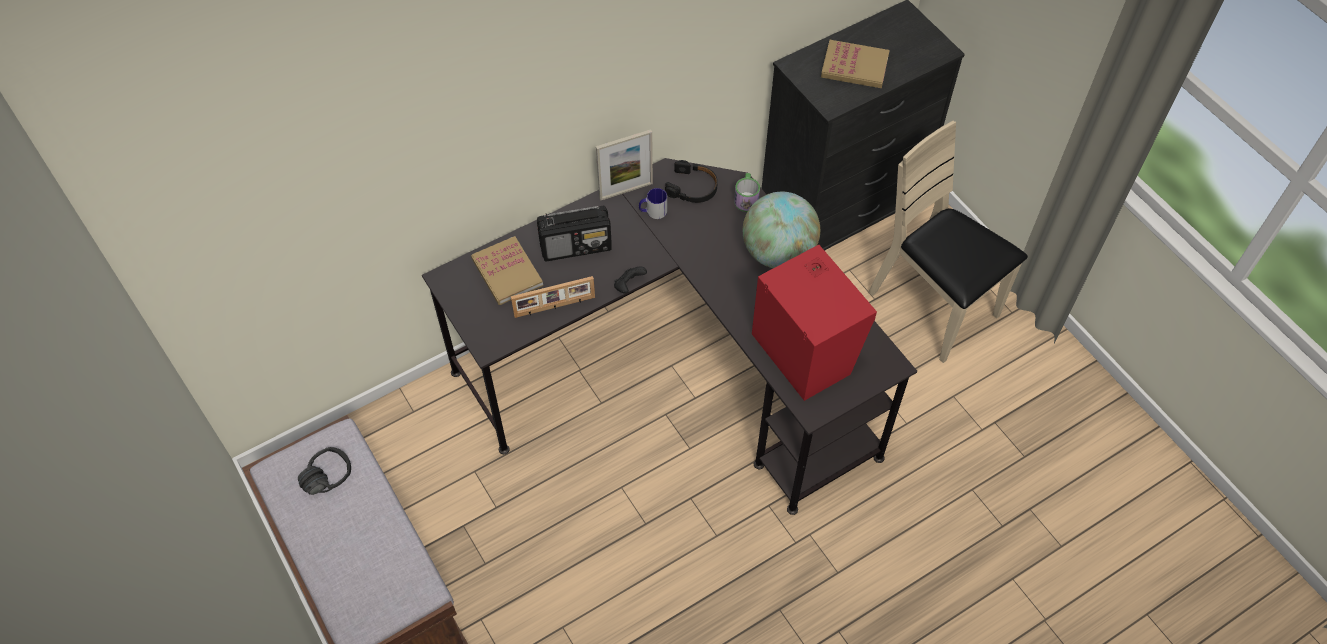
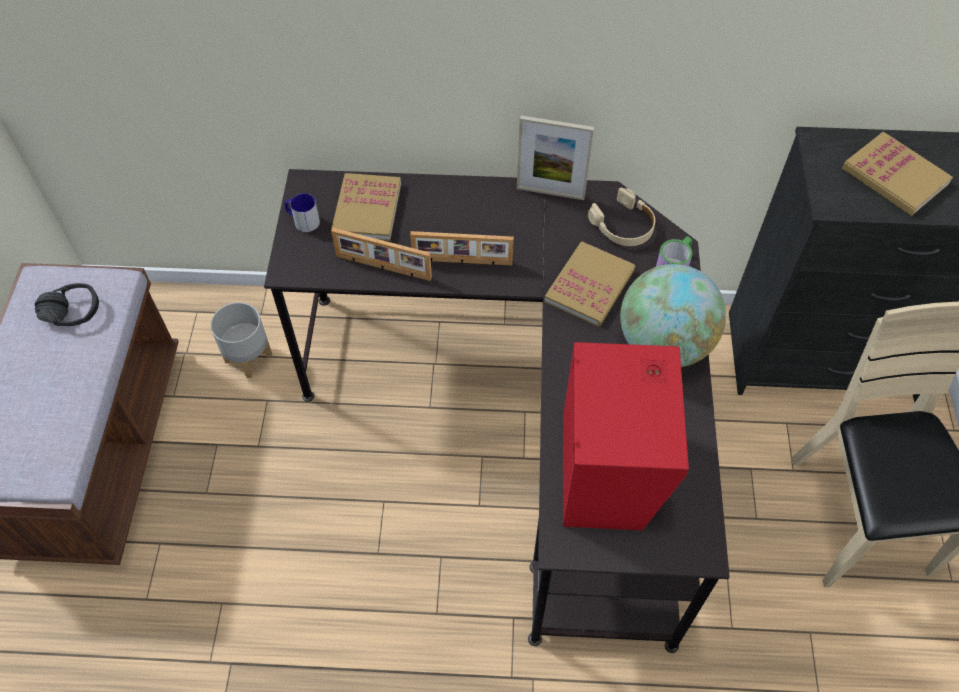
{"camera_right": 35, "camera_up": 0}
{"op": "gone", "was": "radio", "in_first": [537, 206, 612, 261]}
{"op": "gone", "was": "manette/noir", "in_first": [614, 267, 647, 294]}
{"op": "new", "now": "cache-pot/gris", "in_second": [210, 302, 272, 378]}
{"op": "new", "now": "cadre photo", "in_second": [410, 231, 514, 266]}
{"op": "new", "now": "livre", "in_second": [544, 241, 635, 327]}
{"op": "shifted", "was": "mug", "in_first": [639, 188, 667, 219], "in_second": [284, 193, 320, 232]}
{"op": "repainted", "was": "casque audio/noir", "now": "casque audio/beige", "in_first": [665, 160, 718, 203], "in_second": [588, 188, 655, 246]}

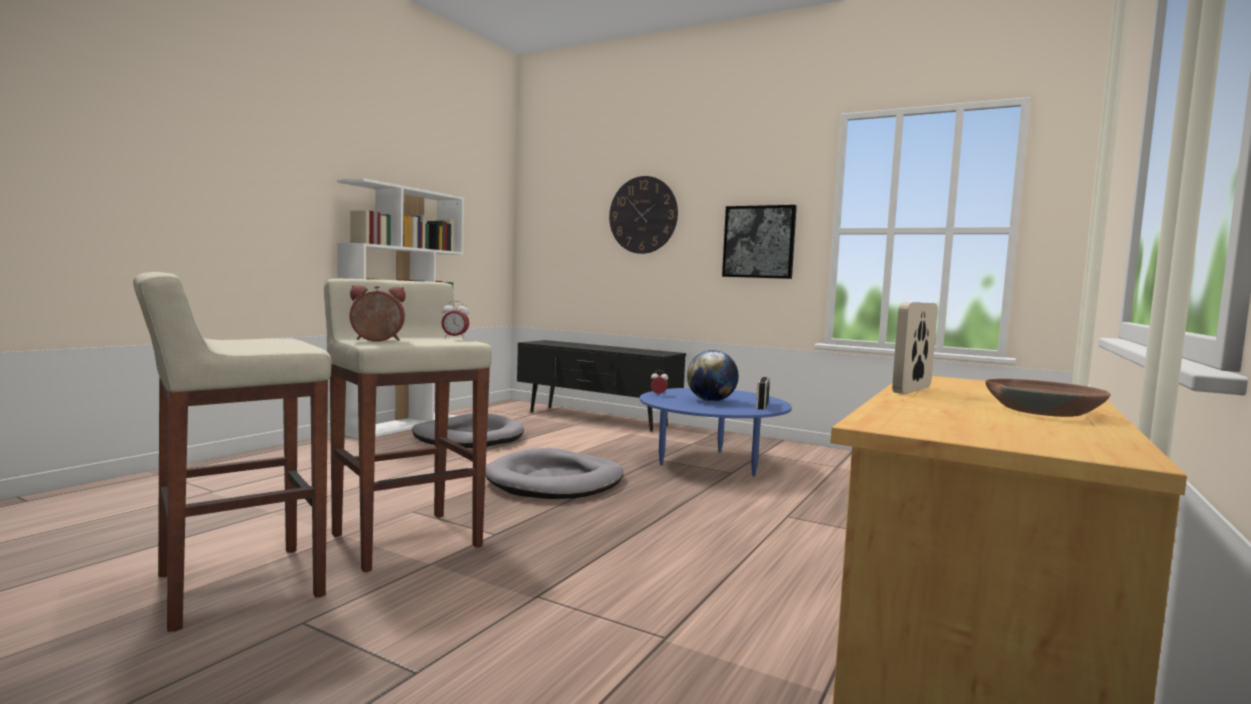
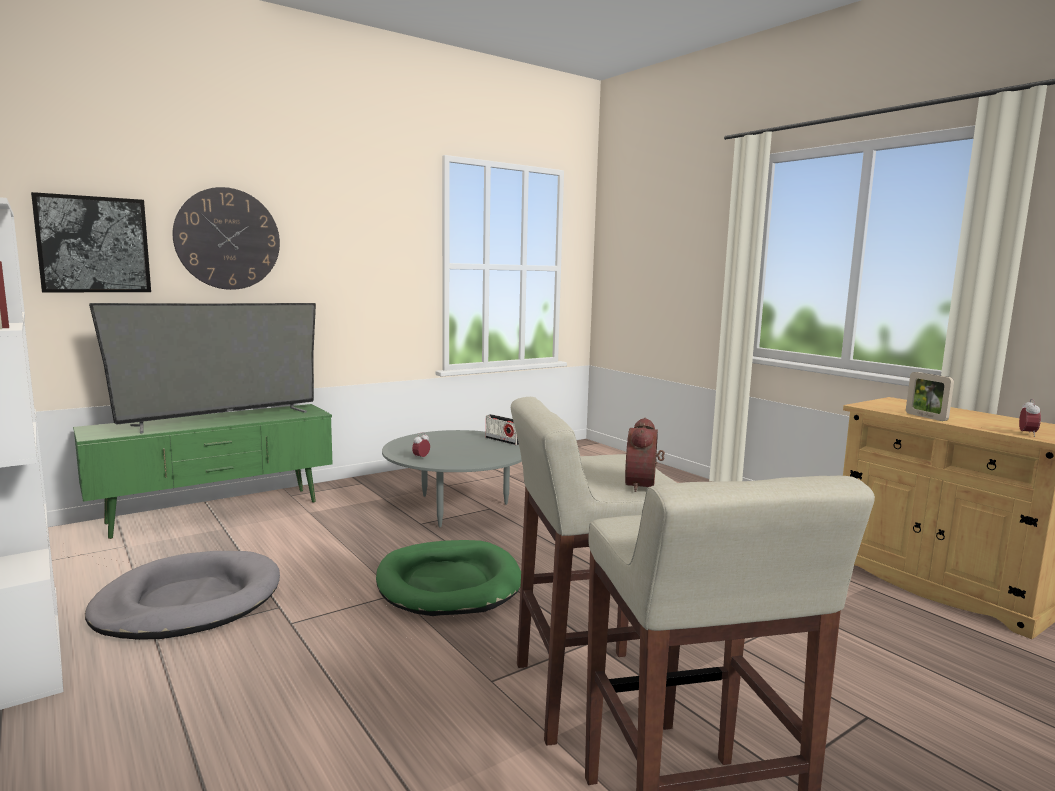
{"camera_right": -65, "camera_up": 5}
{"op": "gone", "was": "globe", "in_first": [687, 350, 739, 402]}
{"op": "gone", "was": "bol/marron", "in_first": [985, 379, 1111, 417]}
{"op": "new", "now": "téléviseur", "in_second": [89, 303, 316, 434]}
{"op": "shifted", "was": "réveil", "in_first": [441, 301, 469, 339], "in_second": [1019, 399, 1041, 437]}
{"op": "shifted", "was": "tableau", "in_first": [722, 205, 797, 279], "in_second": [31, 192, 151, 292]}
{"op": "repainted", "was": "panier pour chien/gris", "now": "panier pour chien/vert", "in_first": [485, 448, 623, 499], "in_second": [376, 540, 521, 616]}
{"op": "repainted", "was": "meuble télé/noir", "now": "meuble télé/vert", "in_first": [517, 340, 686, 431], "in_second": [73, 404, 333, 539]}
{"op": "repainted", "was": "table basse/bleu", "now": "table basse/gris", "in_first": [640, 388, 792, 476], "in_second": [382, 430, 522, 527]}

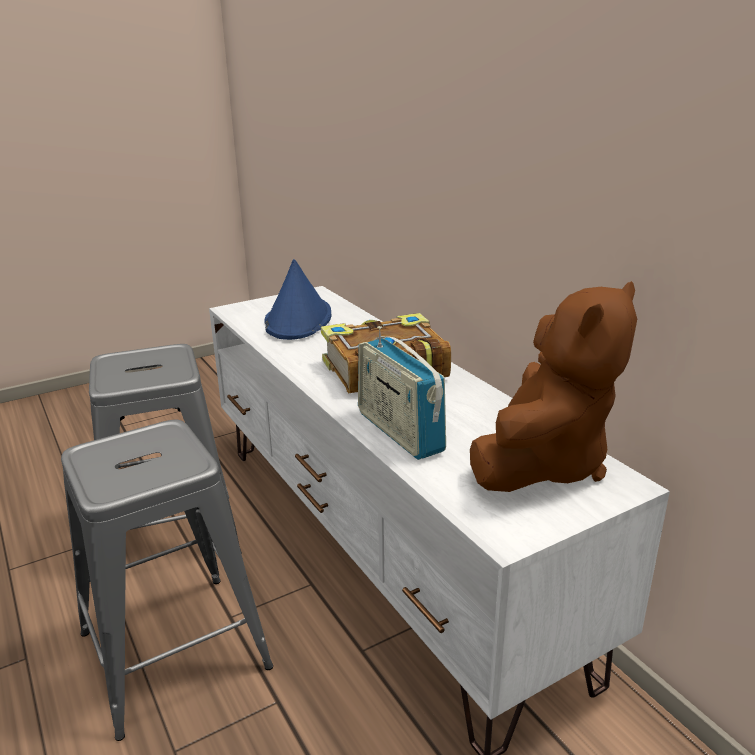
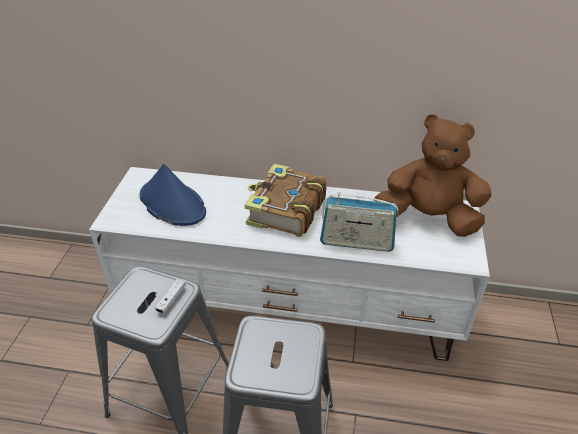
{"camera_right": -50, "camera_up": 15}
{"op": "new", "now": "manette/blanc", "in_second": [155, 279, 186, 313]}
{"op": "rotated", "was": "peluche/marron", "in_first": [470, 281, 637, 492], "in_second": [374, 114, 492, 237], "clockwise": -60}

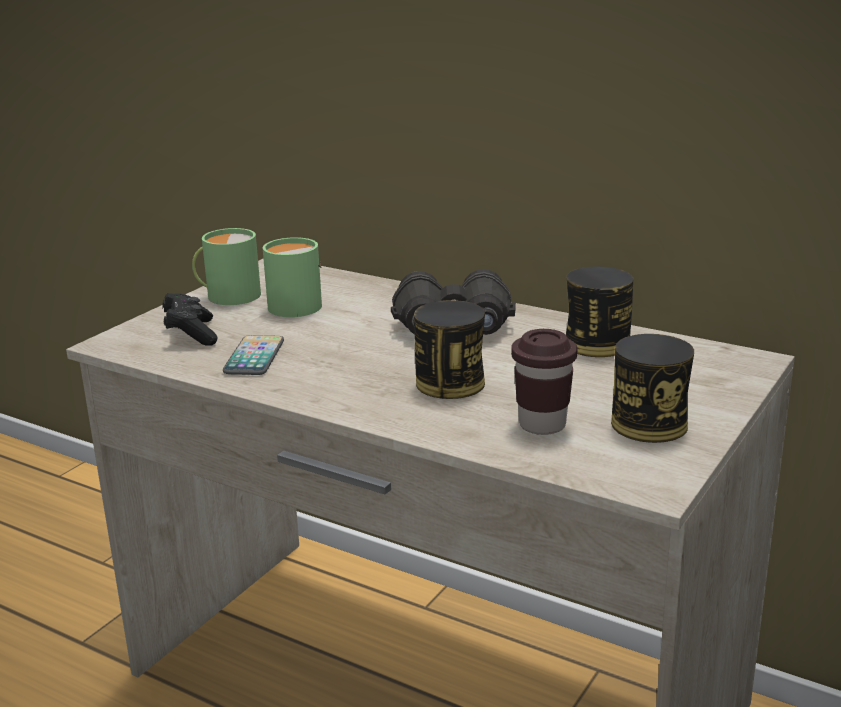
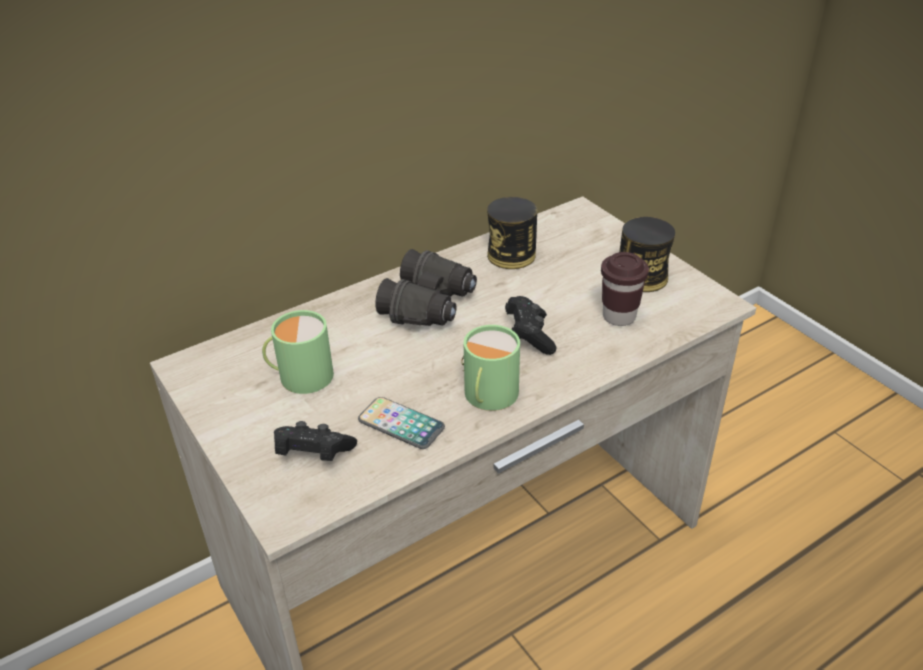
{"camera_right": -65, "camera_up": 15}
{"op": "shifted", "was": "mug/vert", "in_first": [192, 228, 261, 305], "in_second": [461, 325, 520, 411]}
{"op": "swapped", "was": "boîte métallique", "now": "manette/noir", "in_first": [414, 300, 485, 399], "in_second": [505, 296, 556, 355]}

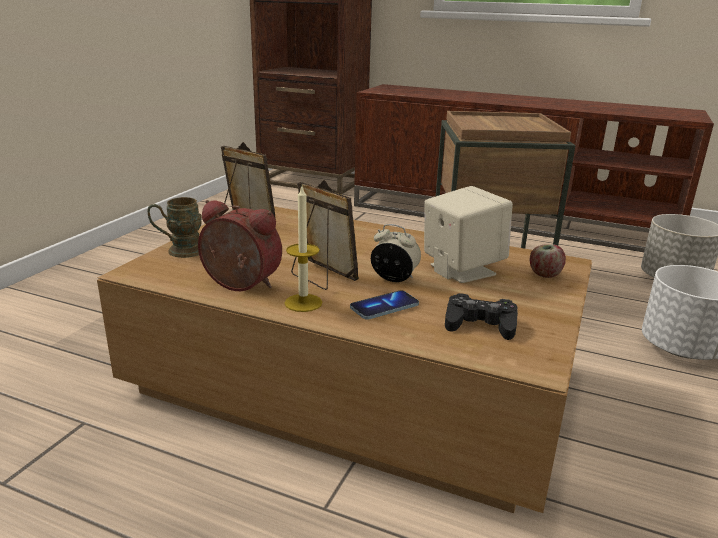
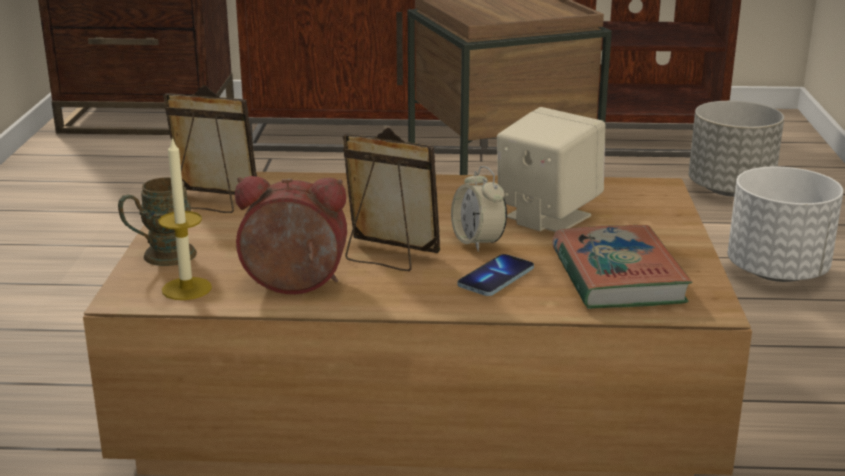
{"camera_right": -20, "camera_up": 0}
{"op": "gone", "was": "pomme", "in_first": [530, 244, 566, 278]}
{"op": "shifted", "was": "bougie", "in_first": [285, 187, 322, 312], "in_second": [158, 137, 212, 300]}
{"op": "swapped", "was": "manette/noir", "now": "livre", "in_first": [445, 293, 518, 340], "in_second": [552, 225, 692, 309]}
{"op": "rotated", "was": "réveil", "in_first": [371, 224, 421, 282], "in_second": [451, 166, 507, 252], "clockwise": -120}

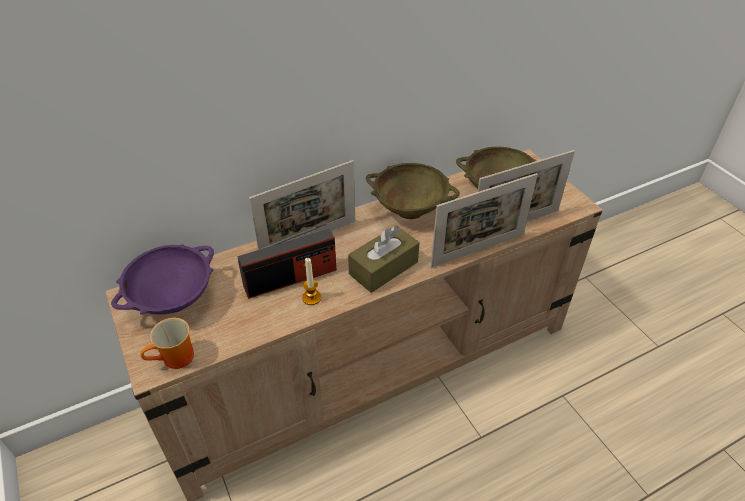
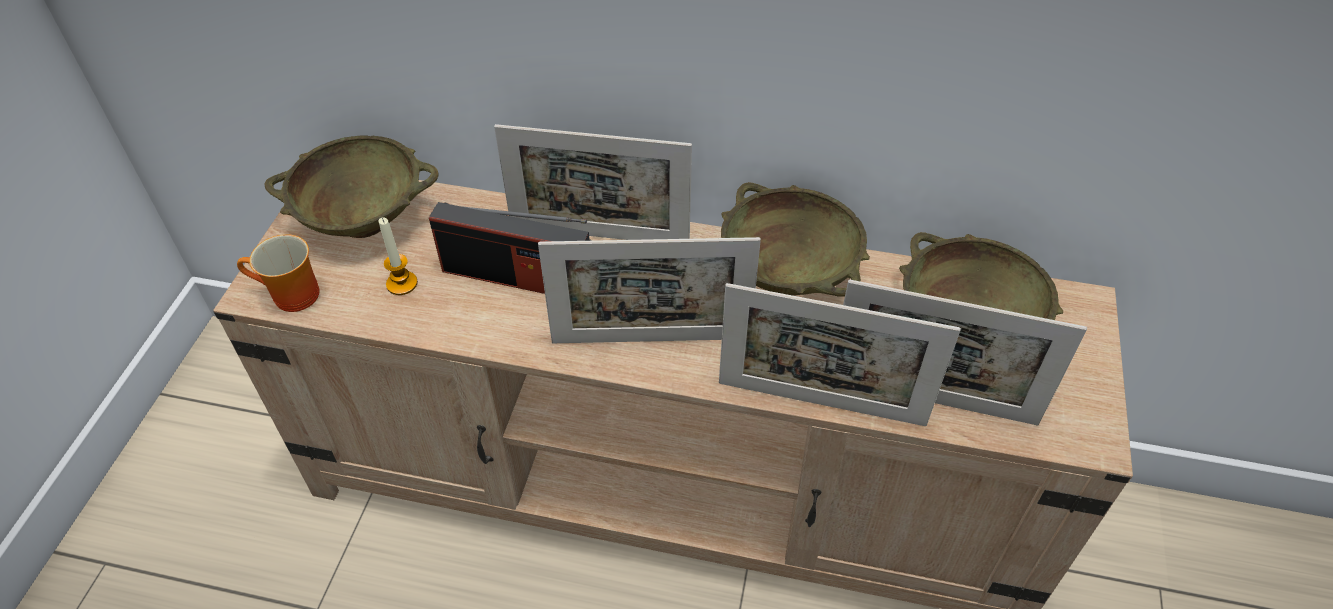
{"camera_right": 40, "camera_up": 5}
{"op": "shifted", "was": "bougie", "in_first": [302, 258, 321, 305], "in_second": [378, 217, 418, 295]}
{"op": "swapped", "was": "boîte à mouchoirs/marron", "now": "cadre photo", "in_first": [348, 225, 419, 293], "in_second": [538, 237, 761, 343]}
{"op": "repainted", "was": "bol/violet", "now": "bol/beige", "in_first": [111, 244, 214, 315], "in_second": [265, 135, 439, 238]}

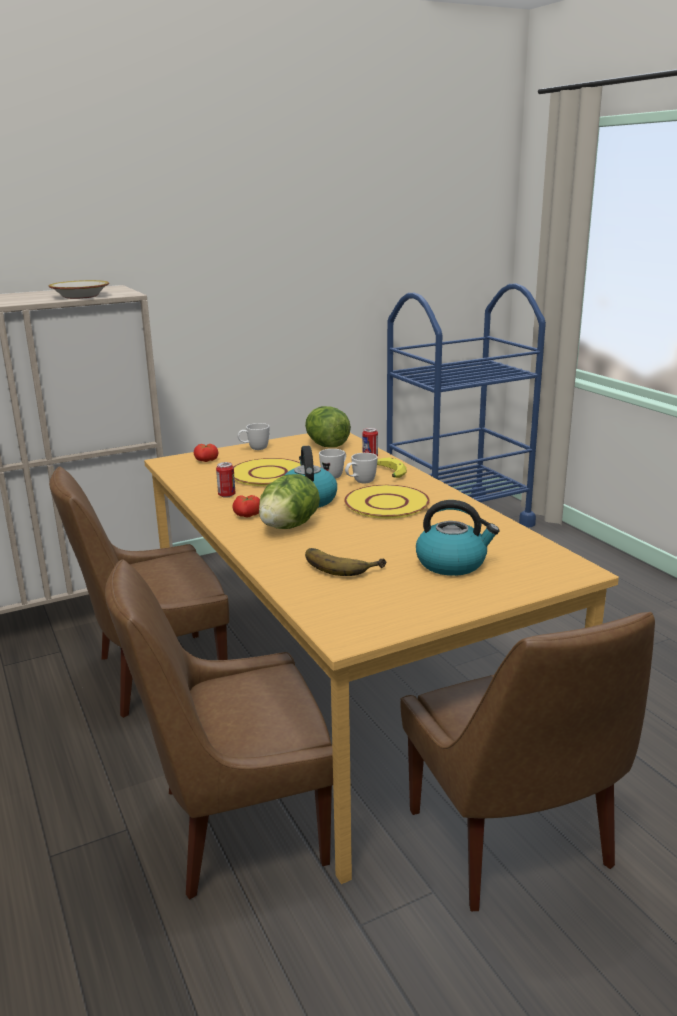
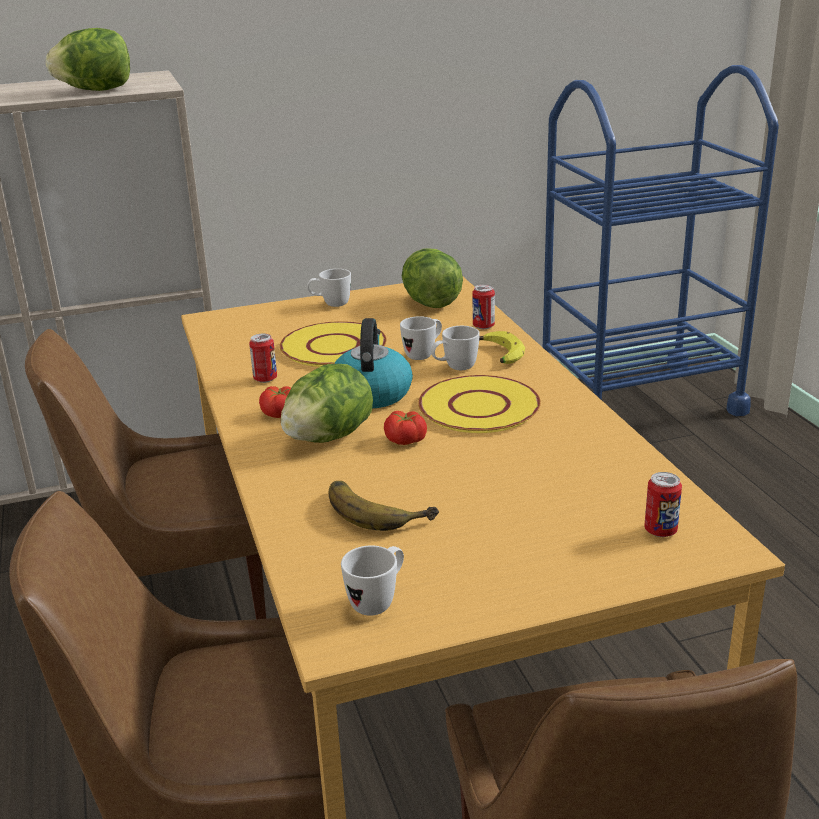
{"camera_right": 10, "camera_up": 5}
{"op": "gone", "was": "bouilloire", "in_first": [416, 500, 499, 576]}
{"op": "new", "now": "mug/blanc", "in_second": [341, 546, 404, 616]}
{"op": "new", "now": "boîte métallique", "in_second": [644, 472, 682, 537]}
{"op": "shifted", "was": "tomate", "in_first": [194, 444, 218, 462], "in_second": [384, 411, 427, 445]}
{"op": "swapped", "was": "bol", "now": "laitue", "in_first": [49, 280, 109, 299], "in_second": [46, 28, 130, 91]}

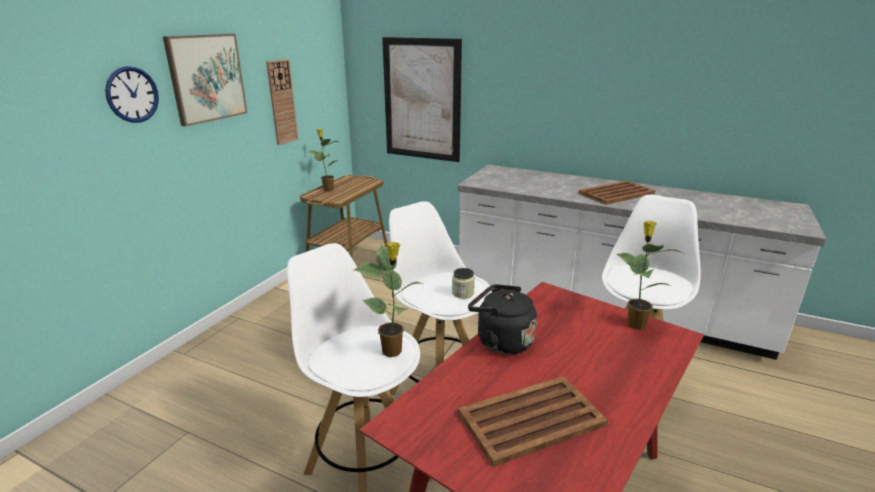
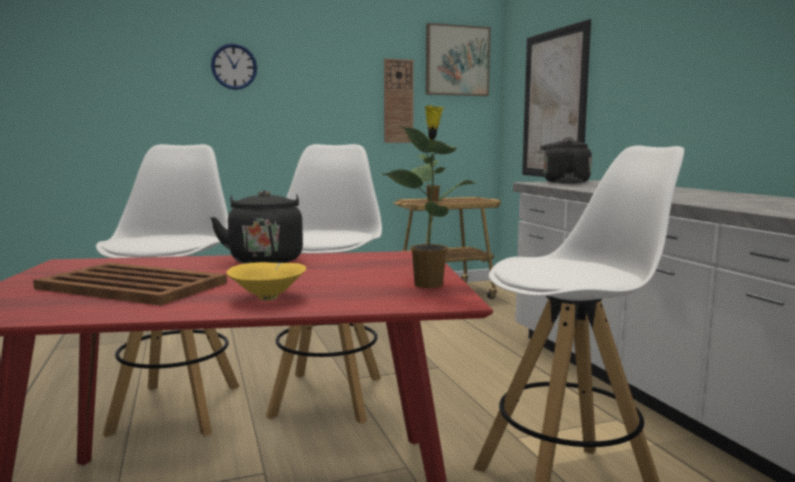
{"camera_right": 45, "camera_up": -15}
{"op": "gone", "was": "plante en pot", "in_first": [354, 242, 421, 357]}
{"op": "gone", "was": "bocal", "in_first": [452, 268, 475, 298]}
{"op": "gone", "was": "plateau/marron", "in_first": [578, 181, 656, 205]}
{"op": "new", "now": "bol/jaune", "in_second": [226, 262, 306, 301]}
{"op": "new", "now": "bouilloire/noir", "in_second": [540, 137, 592, 184]}
{"op": "shifted", "was": "tableau", "in_first": [163, 34, 247, 127], "in_second": [426, 23, 490, 96]}

